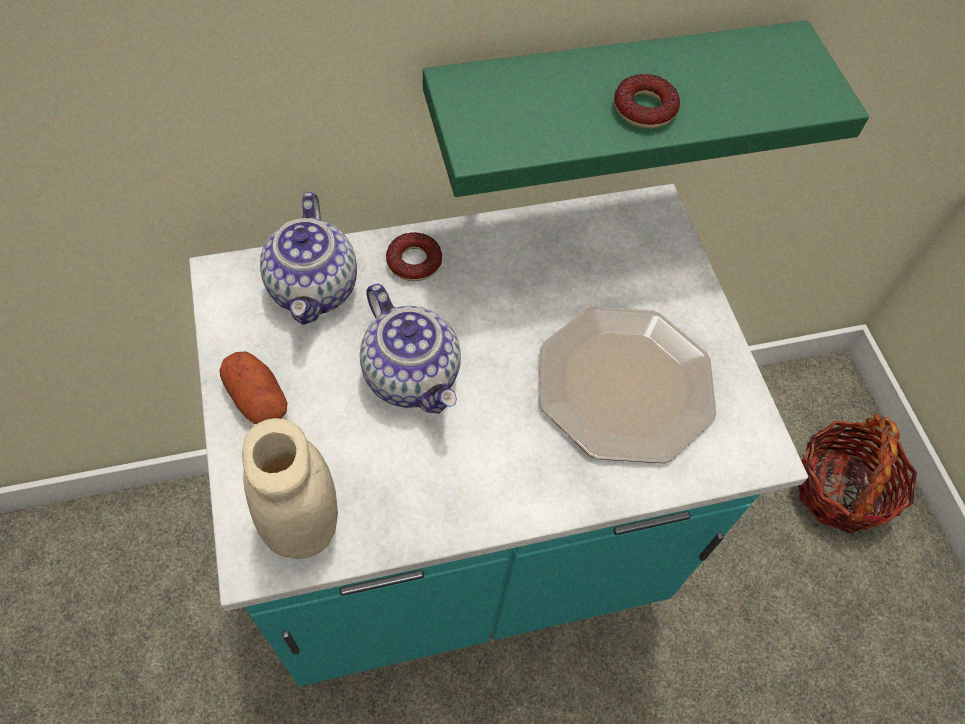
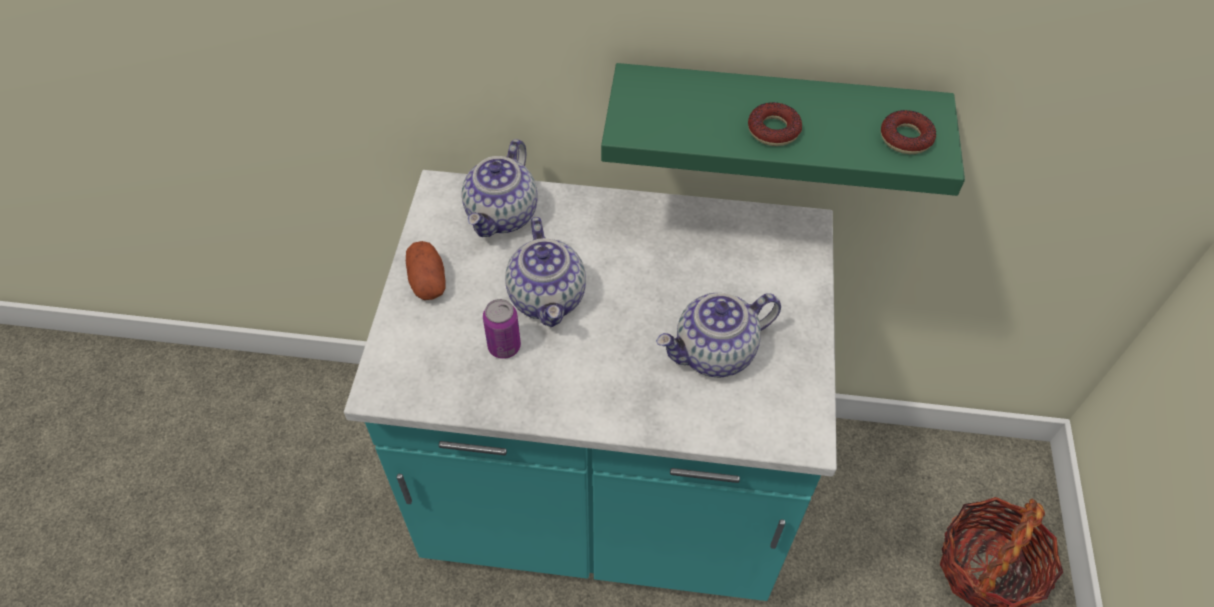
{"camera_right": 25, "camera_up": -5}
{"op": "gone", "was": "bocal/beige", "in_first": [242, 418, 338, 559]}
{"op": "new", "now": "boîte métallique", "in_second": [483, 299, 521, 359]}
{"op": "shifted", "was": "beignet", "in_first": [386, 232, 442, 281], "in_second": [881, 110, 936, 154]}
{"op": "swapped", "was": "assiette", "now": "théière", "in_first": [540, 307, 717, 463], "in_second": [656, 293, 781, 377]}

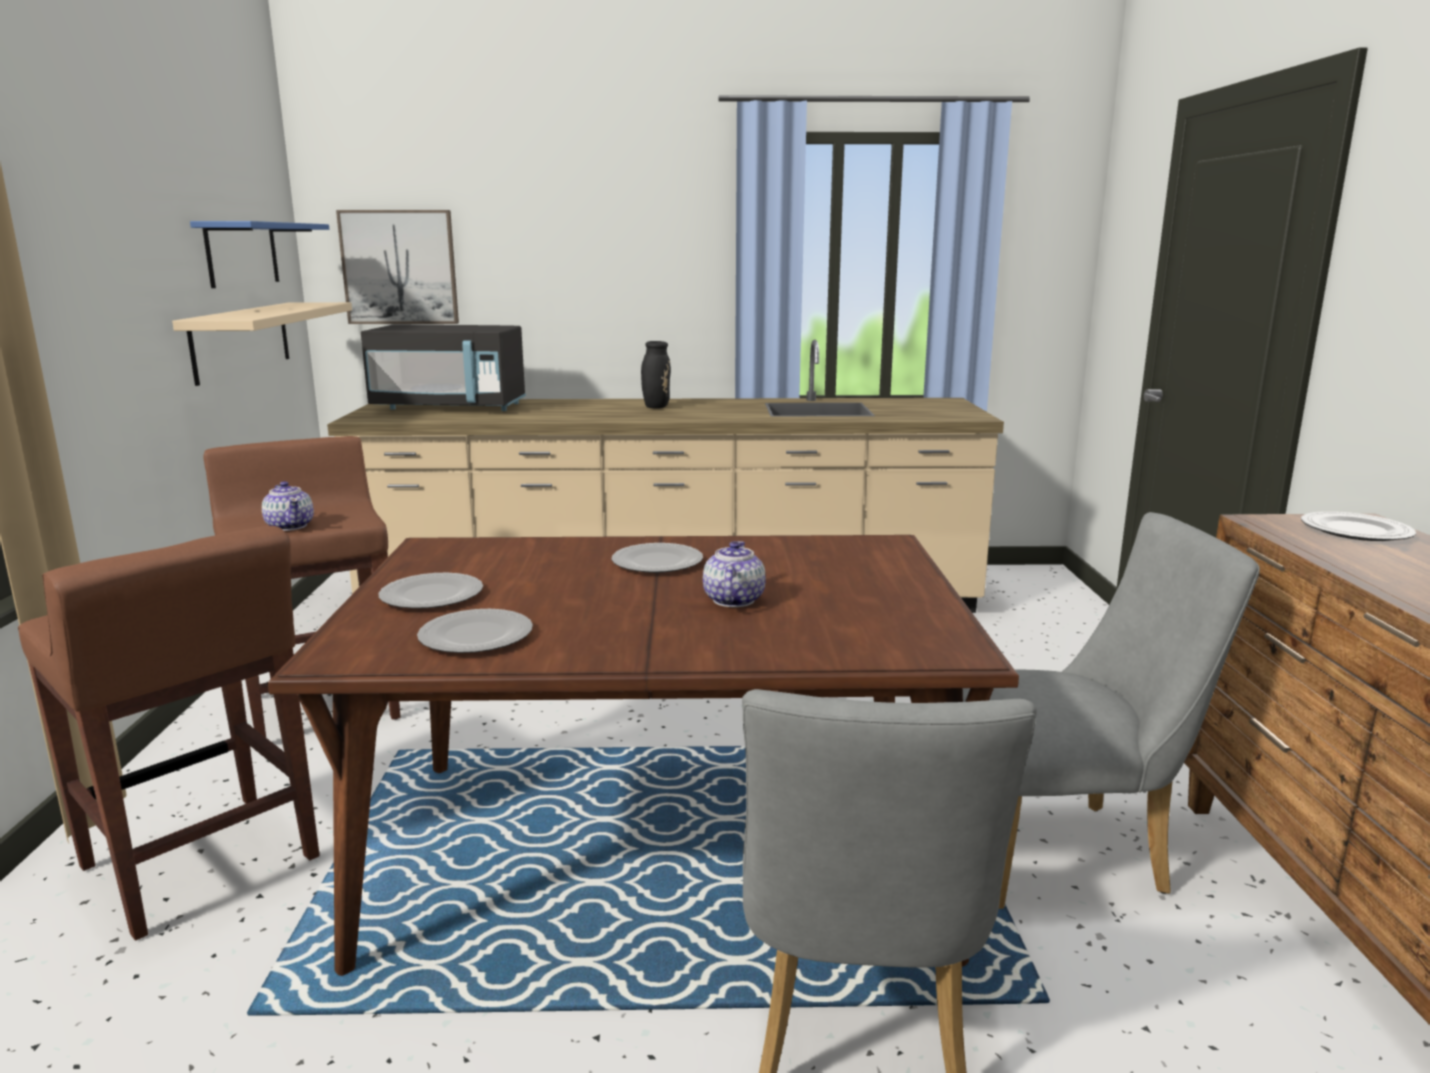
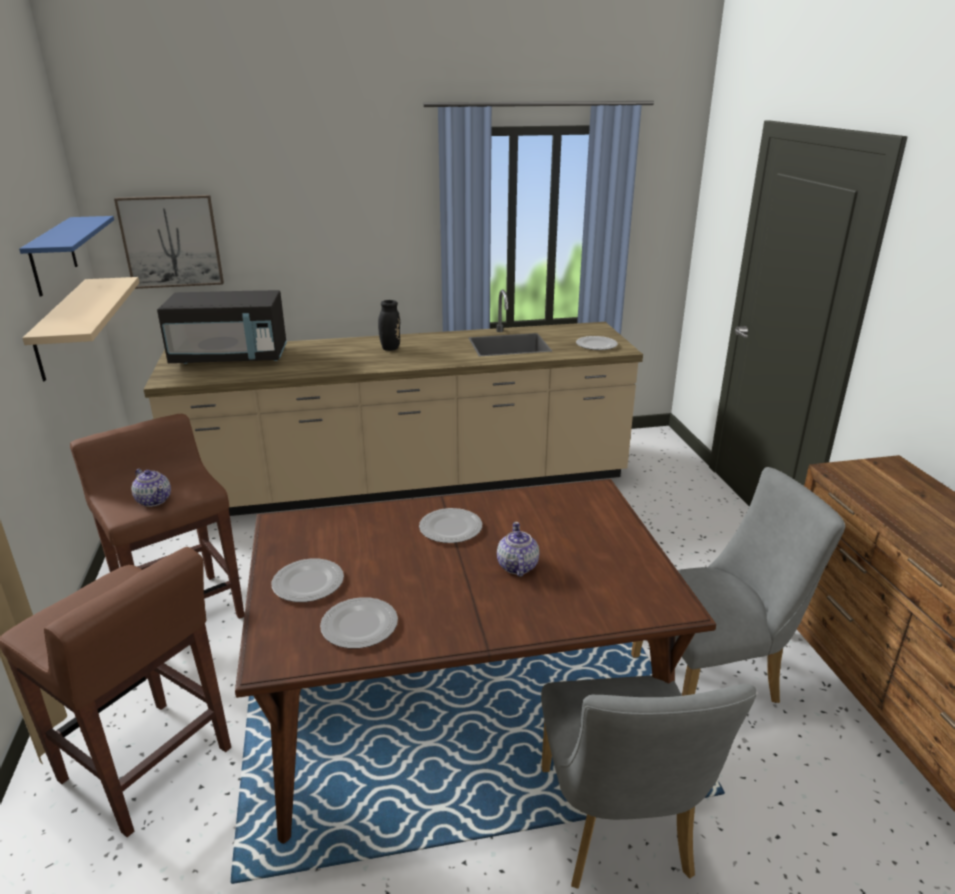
{"camera_right": -10, "camera_up": 10}
{"op": "shifted", "was": "assiette", "in_first": [1301, 511, 1416, 541], "in_second": [576, 336, 618, 350]}

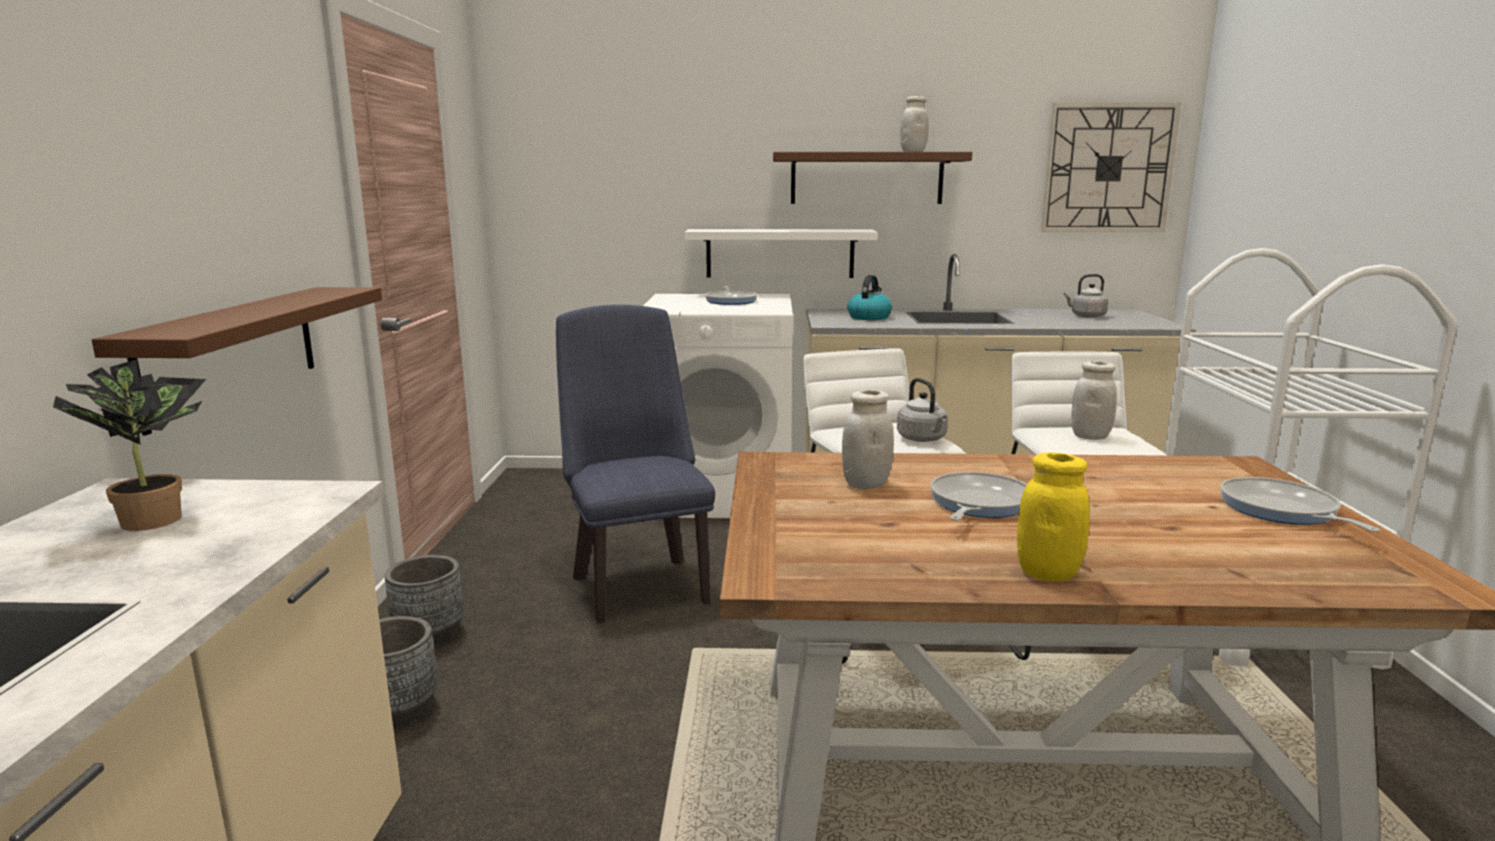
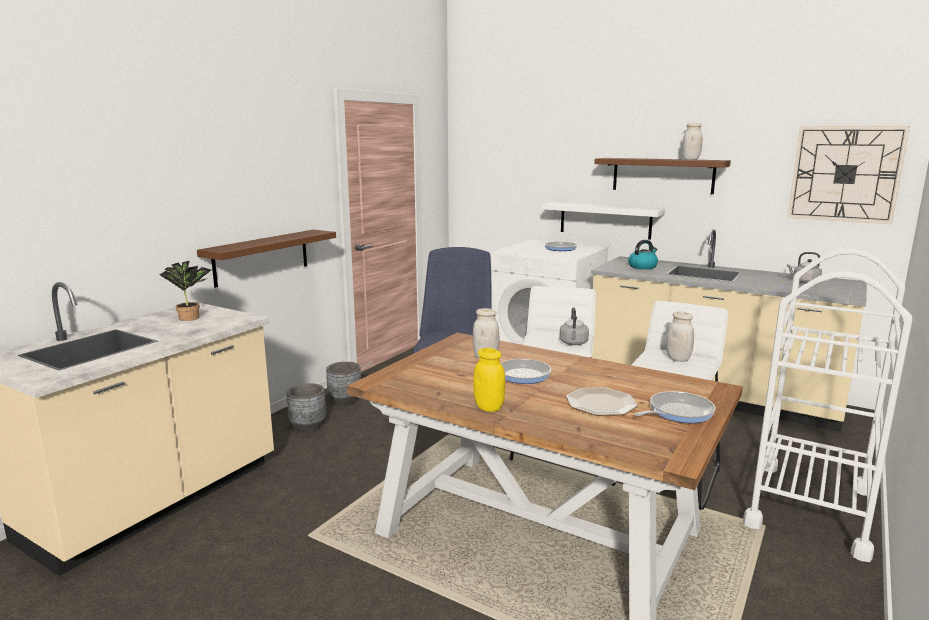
{"camera_right": 30, "camera_up": 0}
{"op": "new", "now": "assiette", "in_second": [566, 387, 638, 416]}
{"op": "rotated", "was": "poêle", "in_first": [1220, 477, 1380, 532], "in_second": [634, 391, 715, 423], "clockwise": 45}

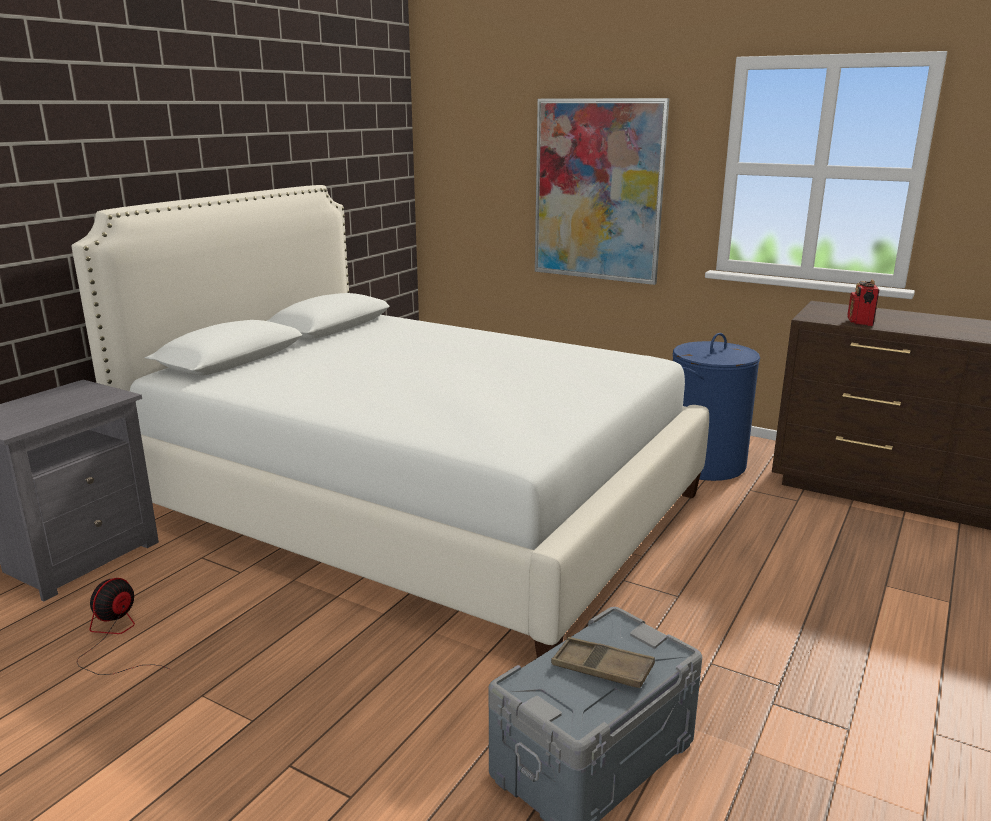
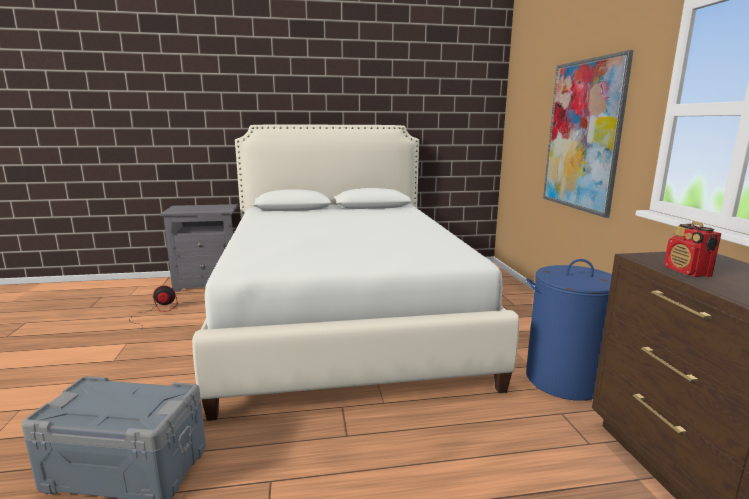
{"camera_right": 50, "camera_up": -5}
{"op": "gone", "was": "plateau/marron", "in_first": [551, 637, 655, 688]}
{"op": "rotated", "was": "radio", "in_first": [847, 279, 879, 326], "in_second": [664, 221, 721, 277], "clockwise": -75}

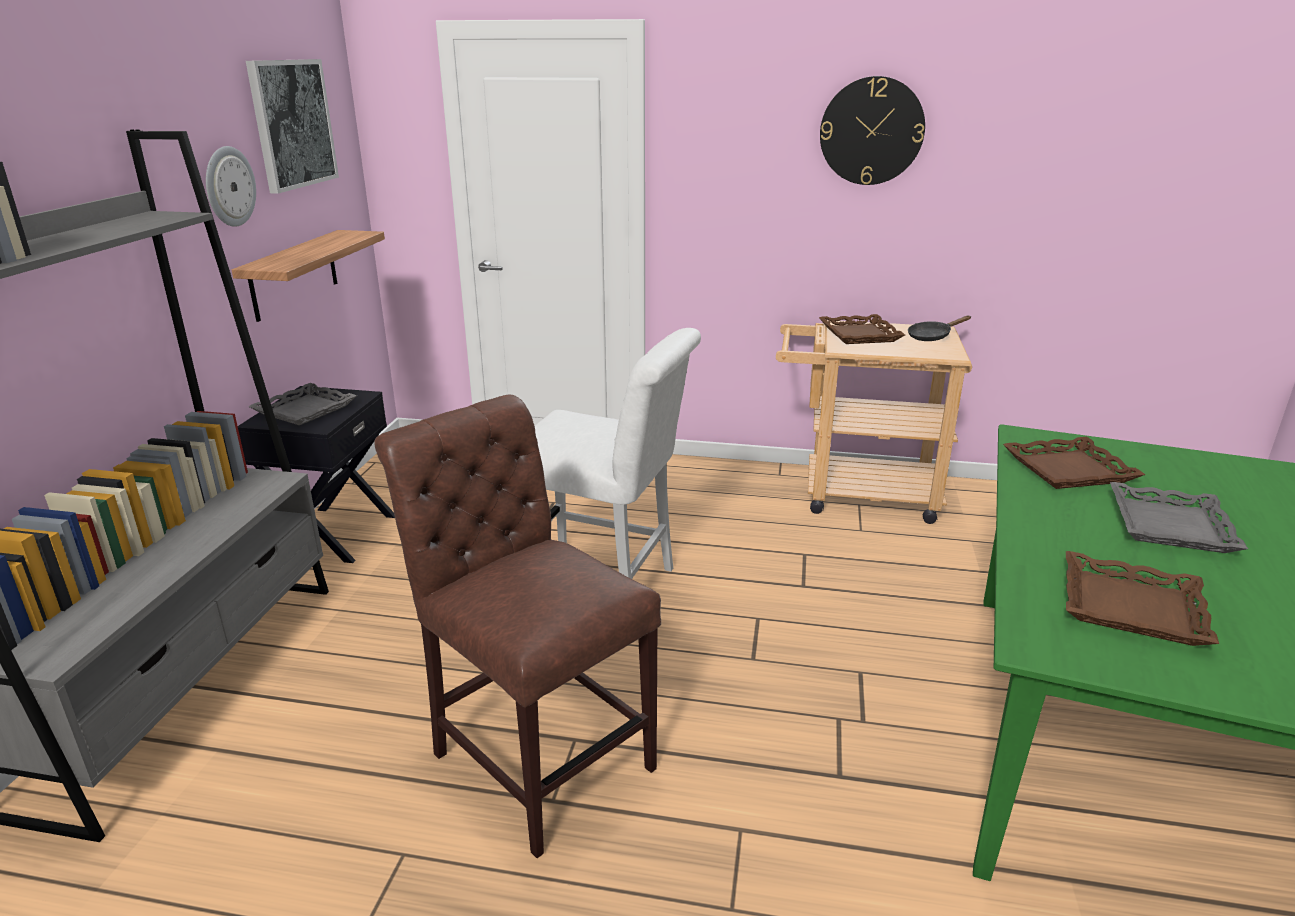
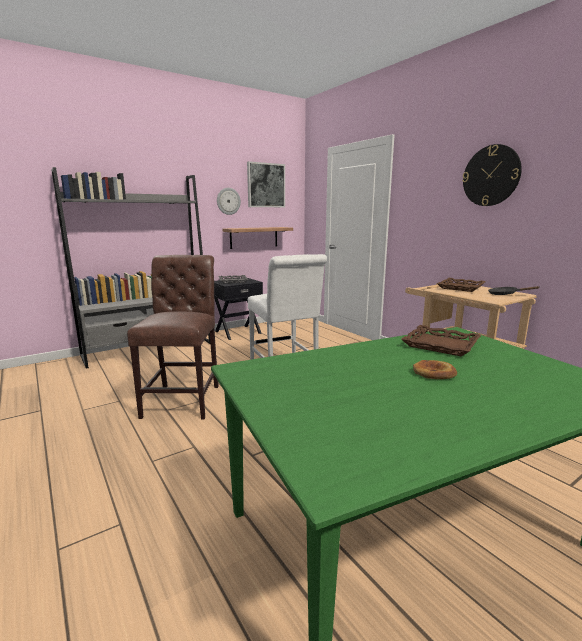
{"camera_right": 45, "camera_up": -10}
{"op": "gone", "was": "plateau/marron", "in_first": [1066, 551, 1219, 646]}
{"op": "swapped", "was": "plateau/gris", "now": "pain", "in_first": [1110, 482, 1248, 553], "in_second": [413, 360, 457, 379]}

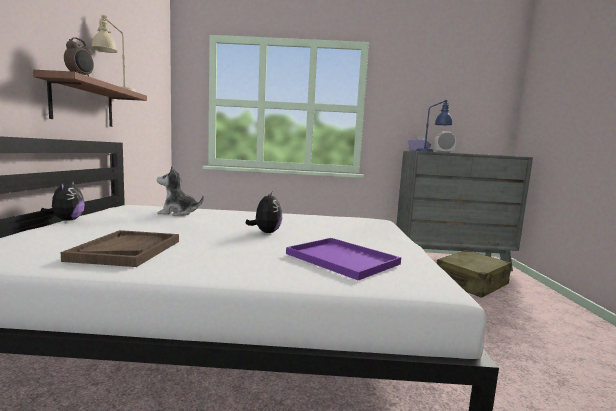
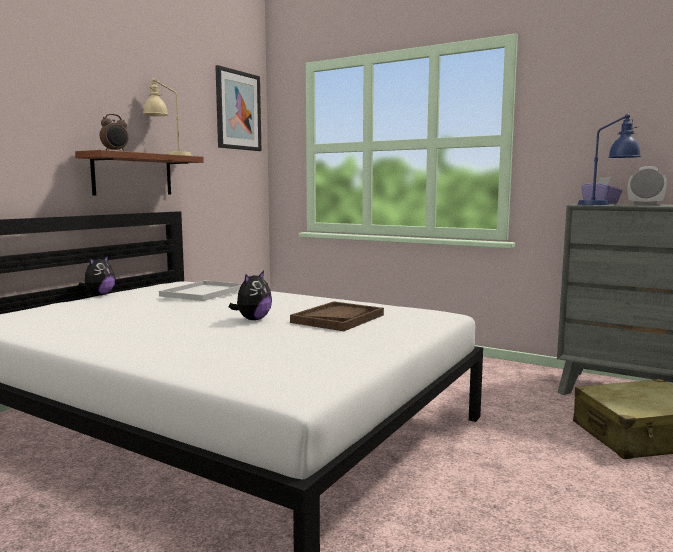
{"camera_right": 30, "camera_up": 0}
{"op": "gone", "was": "plateau/violet", "in_first": [286, 238, 401, 280]}
{"op": "new", "now": "tableau", "in_second": [215, 65, 261, 151]}
{"op": "shifted", "was": "plateau/marron", "in_first": [61, 230, 179, 267], "in_second": [290, 301, 384, 331]}
{"op": "swapped", "was": "peluche", "now": "plateau/blanc", "in_first": [157, 166, 204, 216], "in_second": [159, 280, 241, 301]}

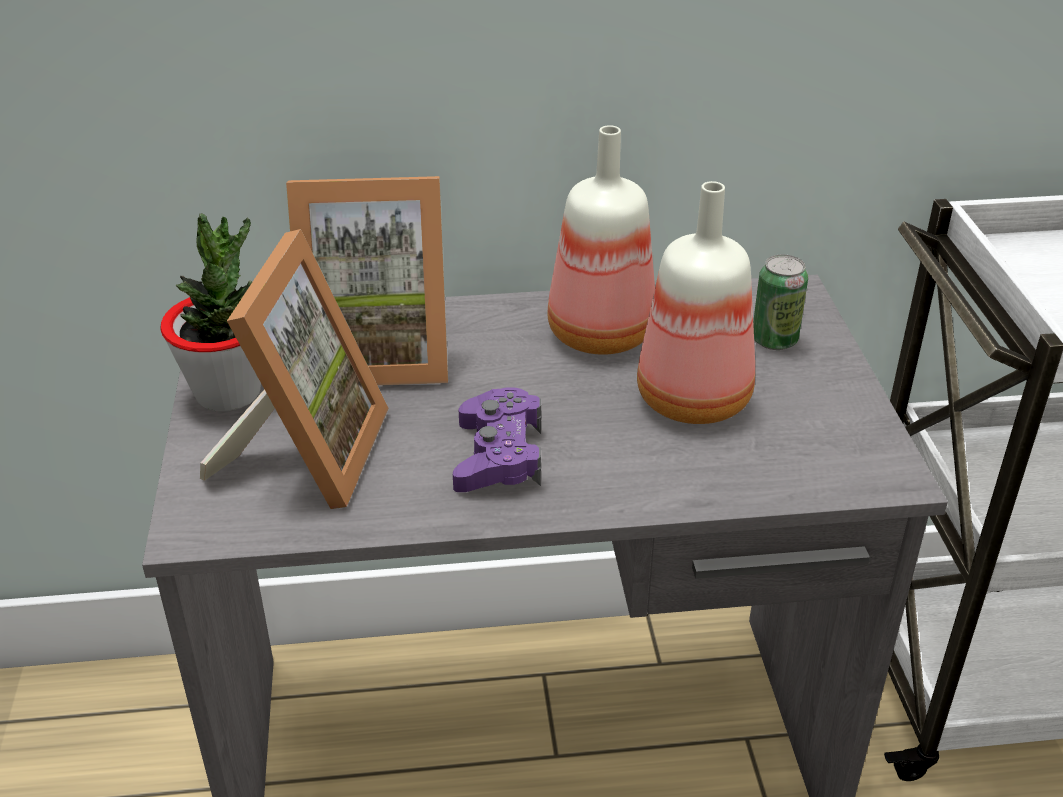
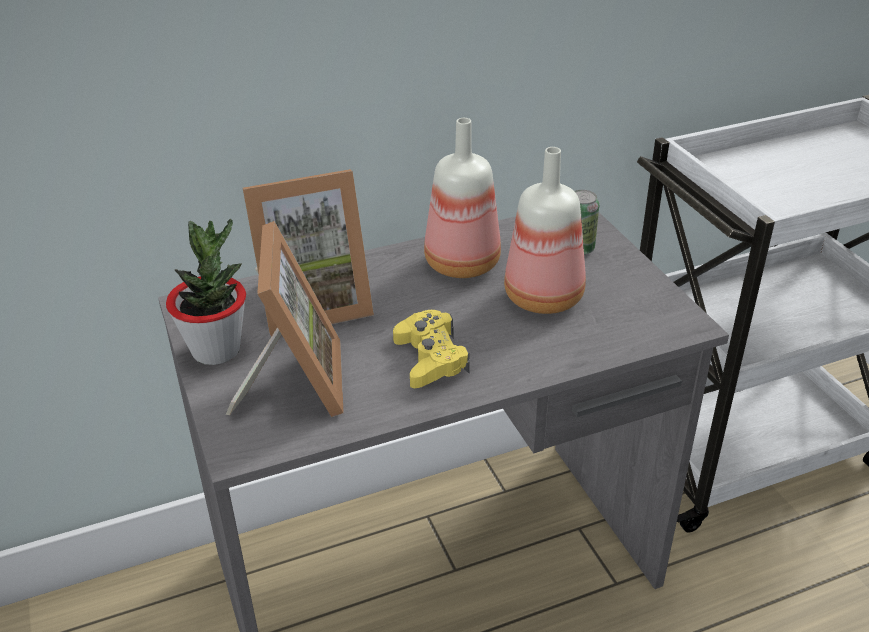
{"camera_right": -15, "camera_up": 0}
{"op": "repainted", "was": "manette/violet", "now": "manette/jaune", "in_first": [453, 387, 541, 492], "in_second": [393, 310, 470, 388]}

